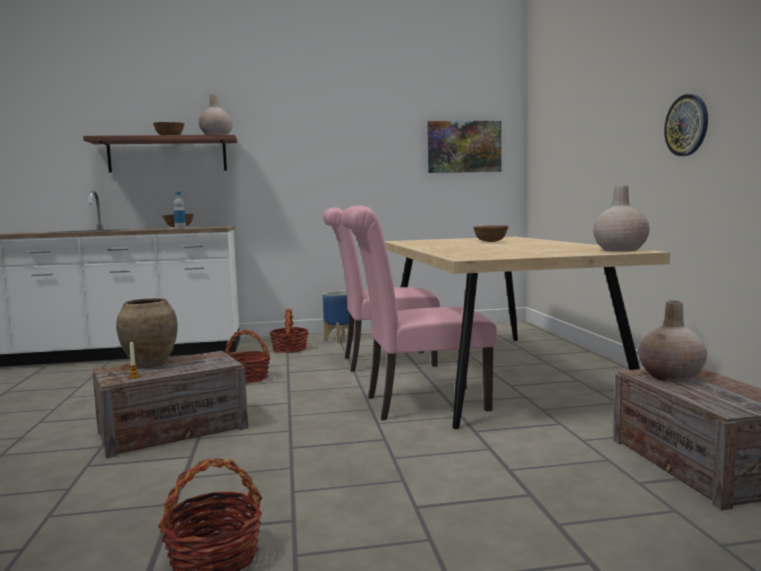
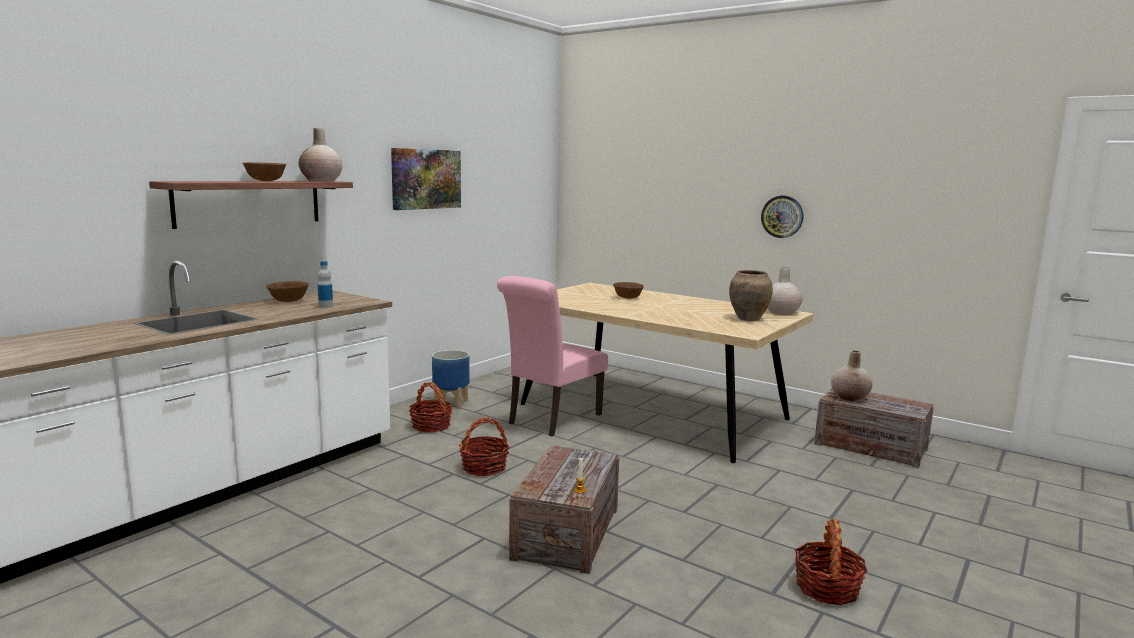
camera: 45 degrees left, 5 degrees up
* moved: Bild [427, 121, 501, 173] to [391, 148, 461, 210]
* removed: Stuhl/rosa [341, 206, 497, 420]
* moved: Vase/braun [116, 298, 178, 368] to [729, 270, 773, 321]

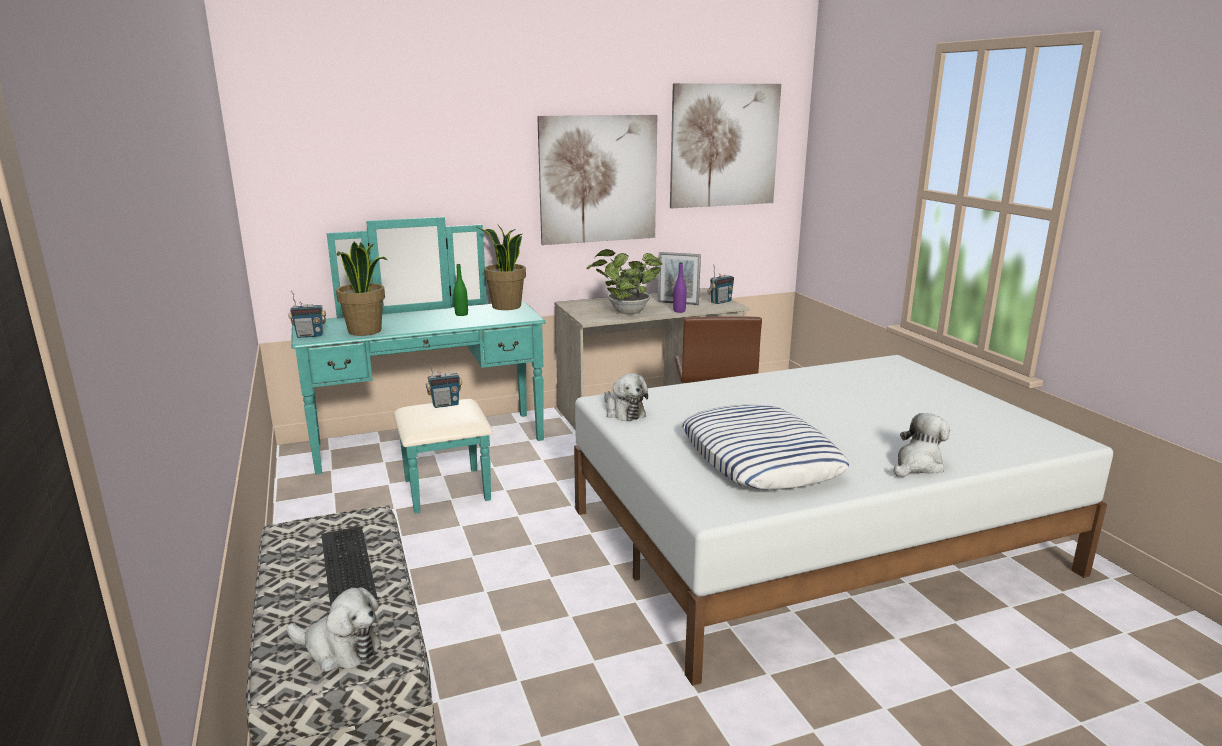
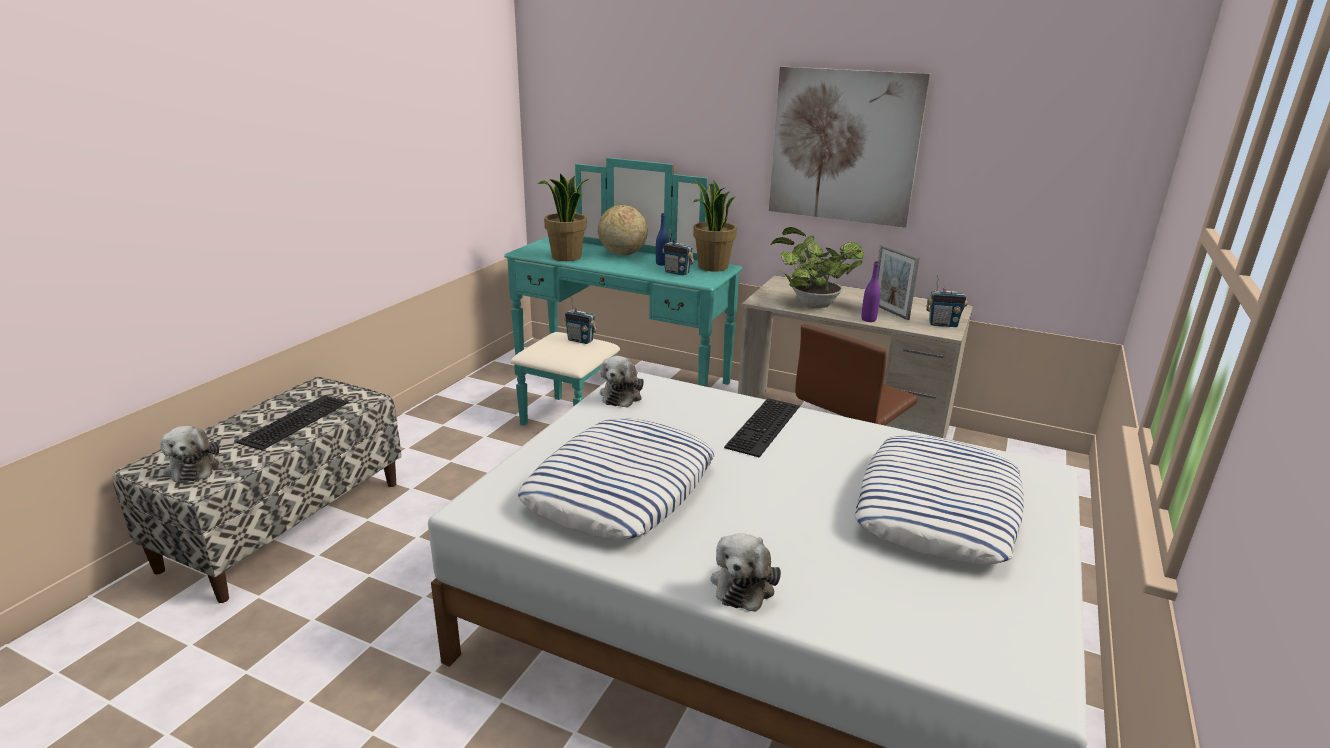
camera: 45 degrees right, 5 degrees up
* removed: Bild [670, 83, 781, 208]
* recoloured: Flasche/grün [454, 264, 468, 316] to Flasche/blau [656, 213, 669, 265]
* moved: Radio [288, 291, 326, 338] to [662, 228, 694, 276]
* turned: Plüschtier [894, 413, 950, 477] = [711, 533, 781, 612] 105 degrees clockwise
* added: Globus [598, 205, 648, 256]
* added: Tastatur [724, 398, 800, 458]
* added: Kissen [854, 435, 1023, 565]

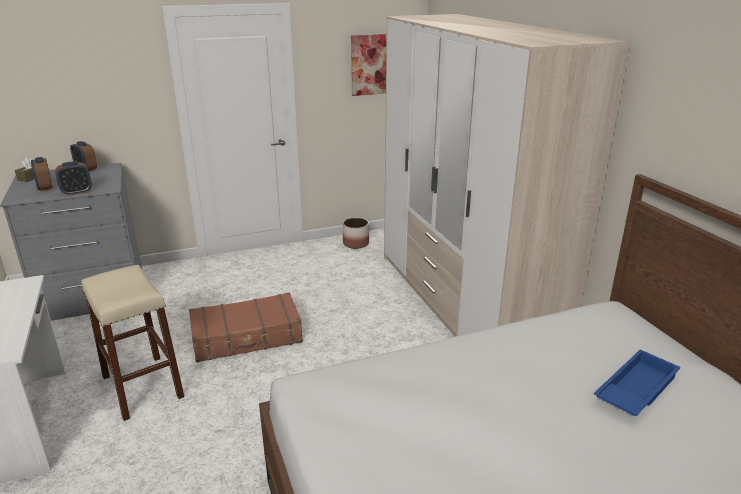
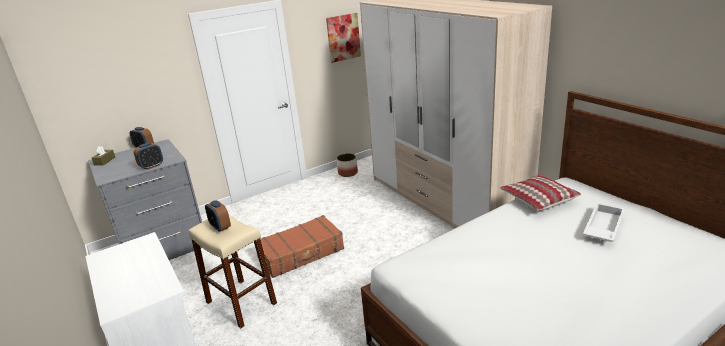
camera: 10 degrees left, 0 degrees up
* moved: Wecker [31, 157, 53, 191] to [205, 200, 231, 232]
* recoloured: Tablett/blau [594, 350, 681, 416] to Tablett/weiß [583, 203, 625, 242]
* added: Kissen [500, 174, 581, 211]

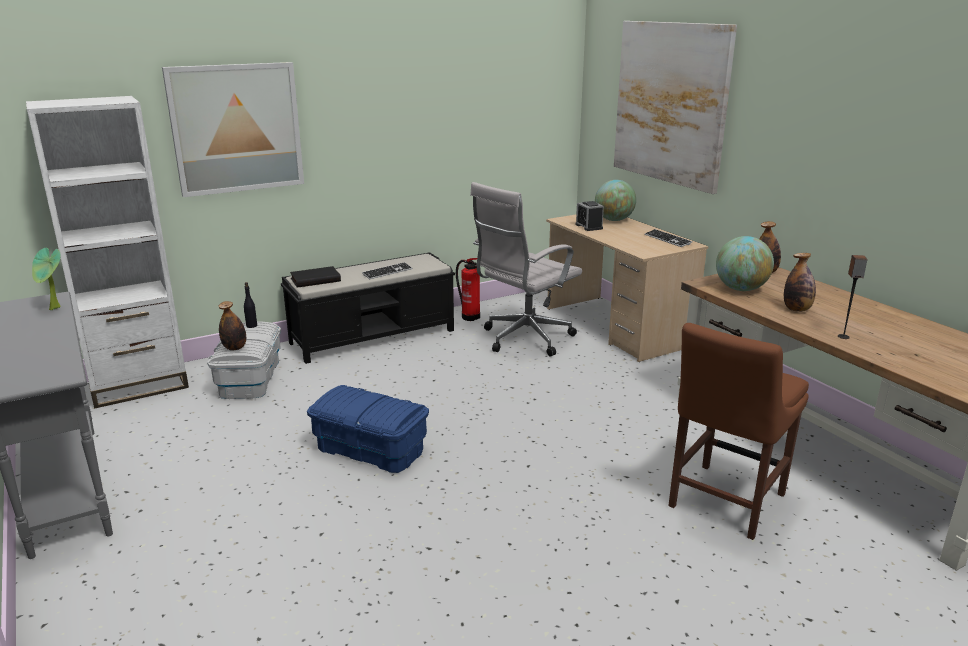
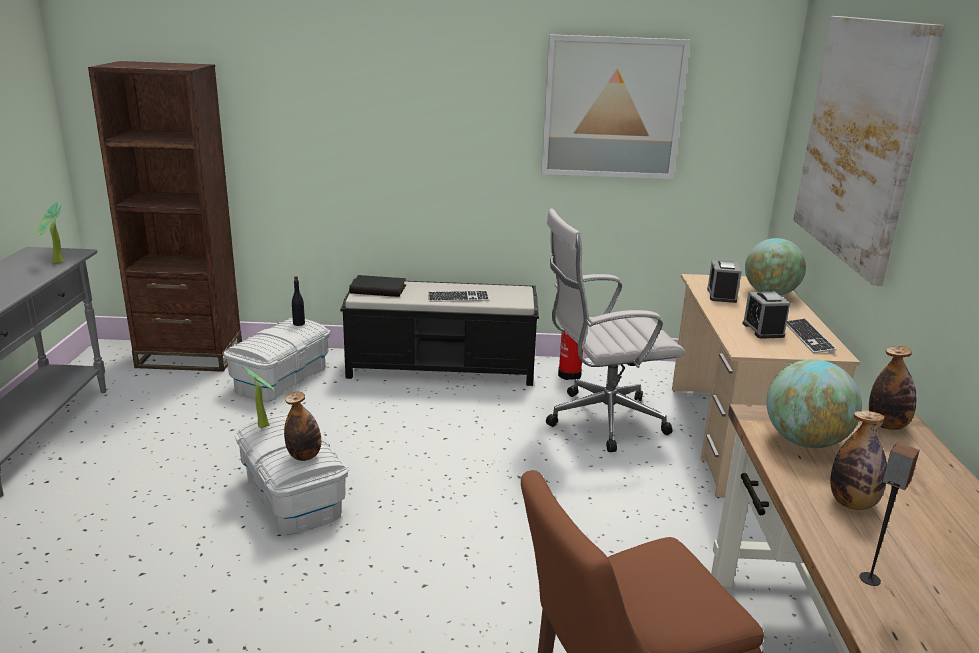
camera: 30 degrees right, 0 degrees up
* moved: Bild [162, 62, 304, 197] to [541, 34, 690, 179]
* recoloured: Bücherregal/weiß [26, 96, 189, 409] to Bücherregal/braun [88, 61, 242, 372]
* moved: Flasche [219, 301, 246, 350] to [284, 392, 321, 461]
* recoloured: Aufbewahrungsbox/blau [307, 385, 429, 473] to Aufbewahrungsbox/weiß [235, 413, 348, 535]
* added: Wecker [742, 292, 790, 339]
* added: Topfpflanze [243, 366, 276, 428]

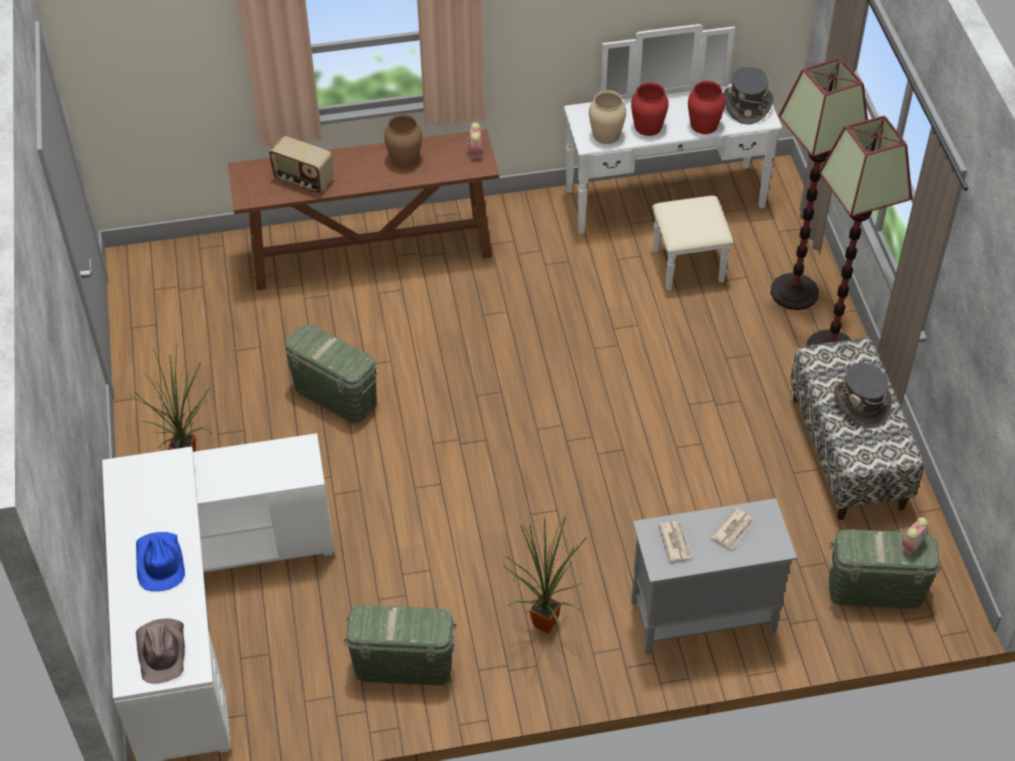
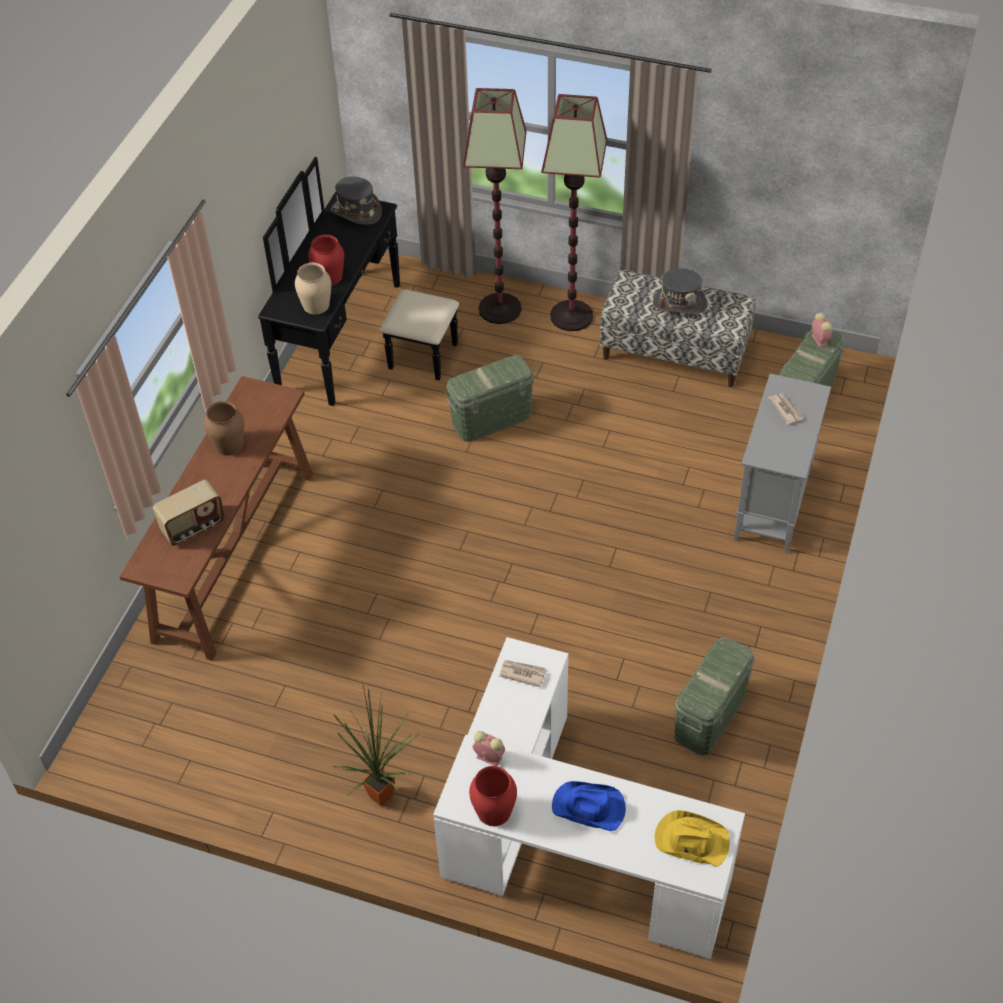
camera: 60 degrees left, 0 degrees up
* recoloured: Kommode/weiß [564, 24, 782, 290] to Kommode/schwarz [258, 157, 459, 406]
* moved: Vase/rot [688, 81, 725, 134] to [469, 766, 517, 826]
* moved: Wecker [467, 122, 482, 159] to [473, 731, 505, 766]
* moved: Aufbewahrungsbox/grün [285, 324, 377, 424] to [445, 355, 535, 442]
* removed: Topfpflanze [504, 516, 587, 634]
* moved: Zeitung [658, 521, 693, 562] to [499, 660, 547, 687]
* recoloured: Hut/braun [136, 618, 185, 684] to Hut/gelb [654, 810, 730, 867]

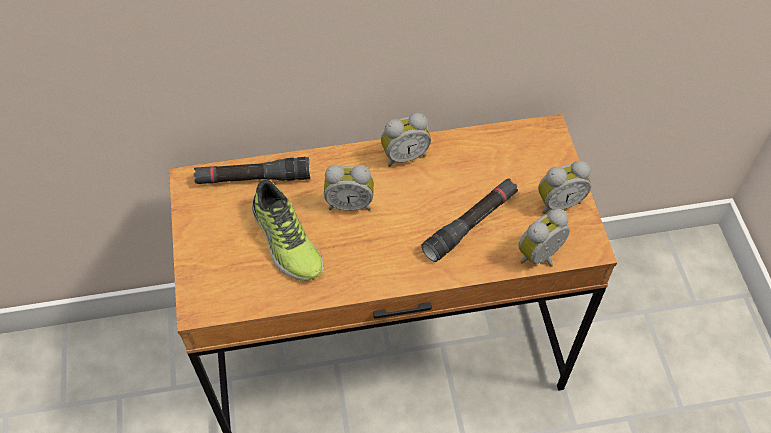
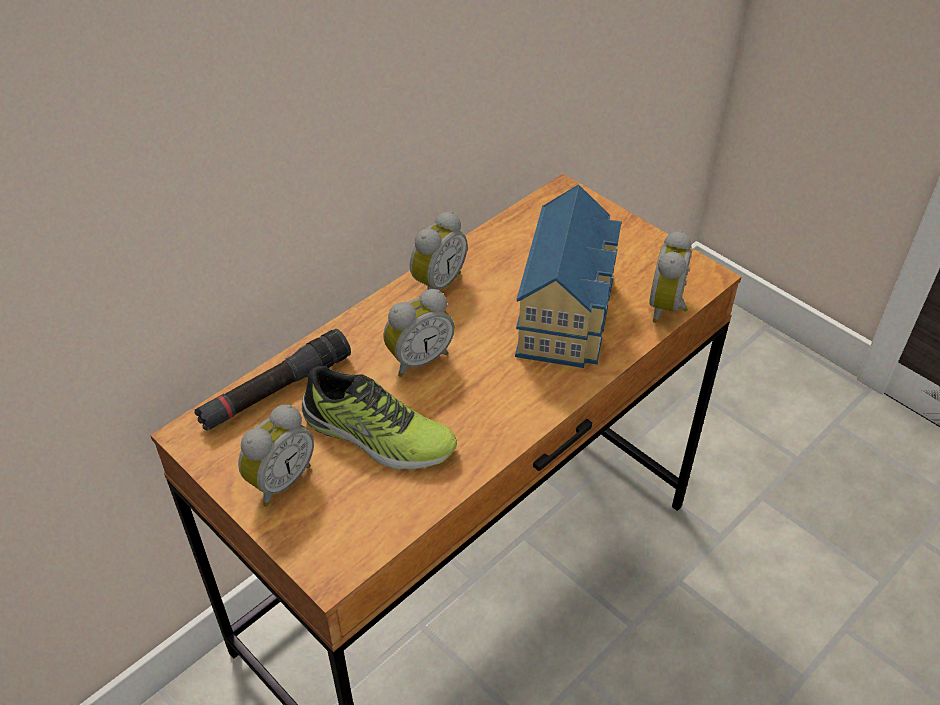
camera: 35 degrees left, 10 degrees down
* moved: Wecker [538, 160, 591, 214] to [238, 405, 314, 507]
* replaced: Taschenlampe/schwarz [421, 178, 518, 262] to Spielzeughaus [515, 184, 622, 368]

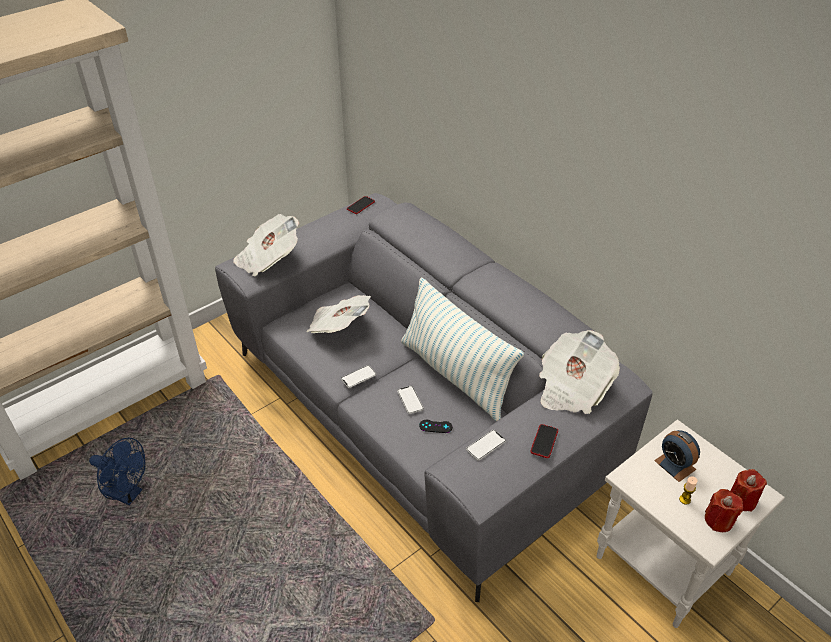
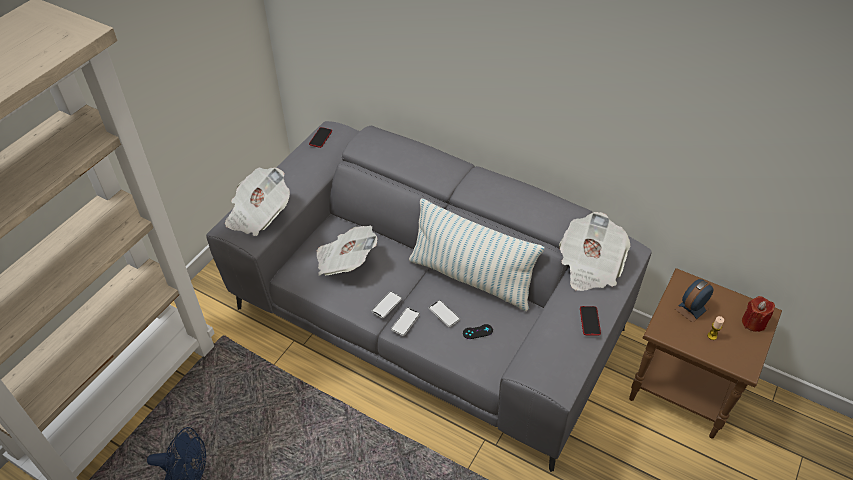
camera: 20 degrees left, 5 degrees up
* recoloured: Beistelltisch/weiß [597, 420, 785, 628] to Beistelltisch/braun [629, 268, 782, 438]
* moved: Handy [466, 430, 506, 460] to [391, 307, 420, 336]
* turned: Wecker [654, 430, 700, 482] = [675, 279, 714, 323] 105 degrees clockwise
* removed: Kerze/rot [705, 489, 743, 532]

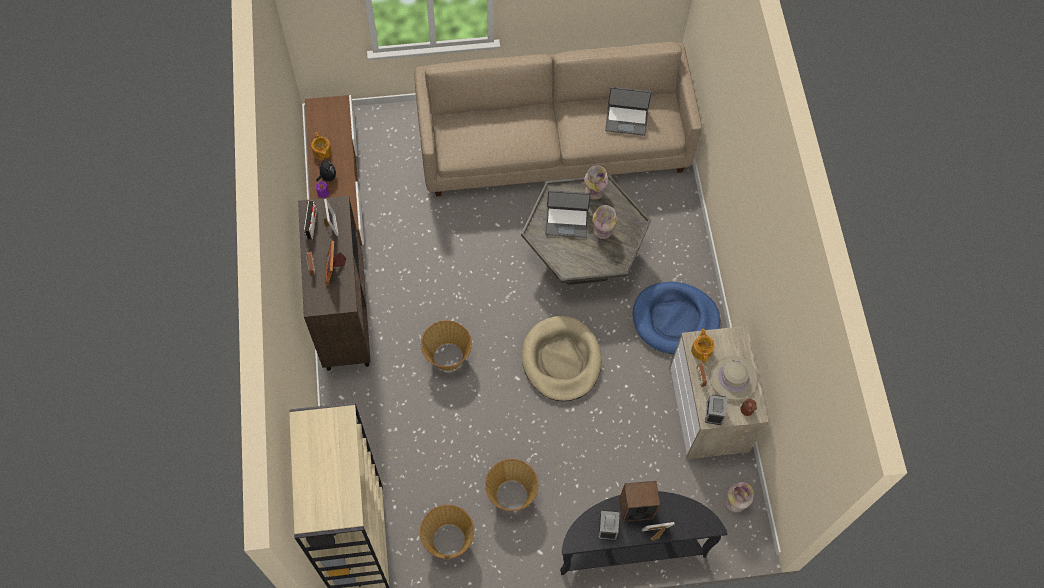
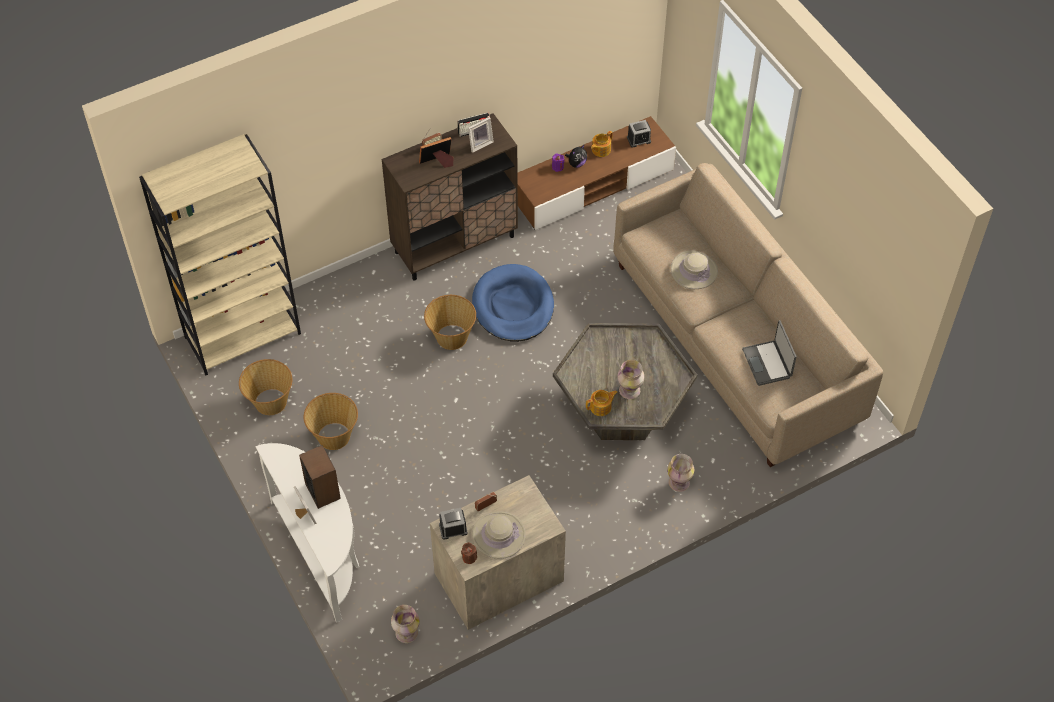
camera: 70 degrees right, 10 degrees down
* moved: Vase [584, 165, 608, 200] to [667, 454, 694, 492]
* removed: Laptop [545, 190, 591, 238]
* moved: Hundebett/blau [633, 282, 720, 354] to [472, 264, 554, 342]
* removed: Hundebett/beige [522, 316, 602, 401]
* moved: Teekanne [691, 328, 715, 362] to [586, 390, 618, 416]
* recoloured: Konsolentisch/schwarz [560, 491, 727, 575] to Konsolentisch/weiß [256, 443, 359, 623]
* moved: Wecker [598, 510, 619, 540] to [627, 120, 651, 148]
* added: Hut/beige [671, 250, 718, 289]

